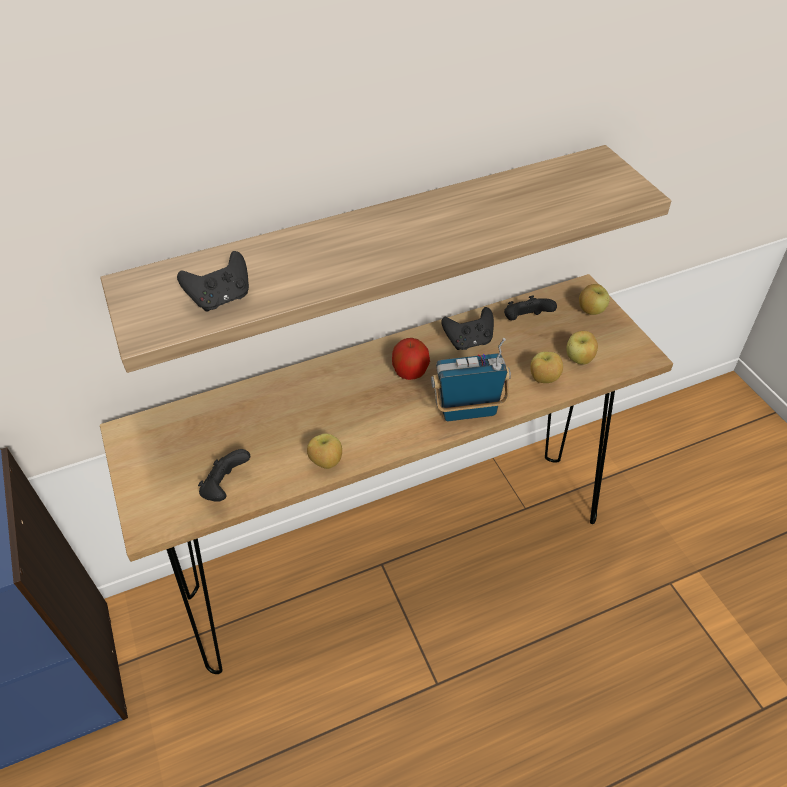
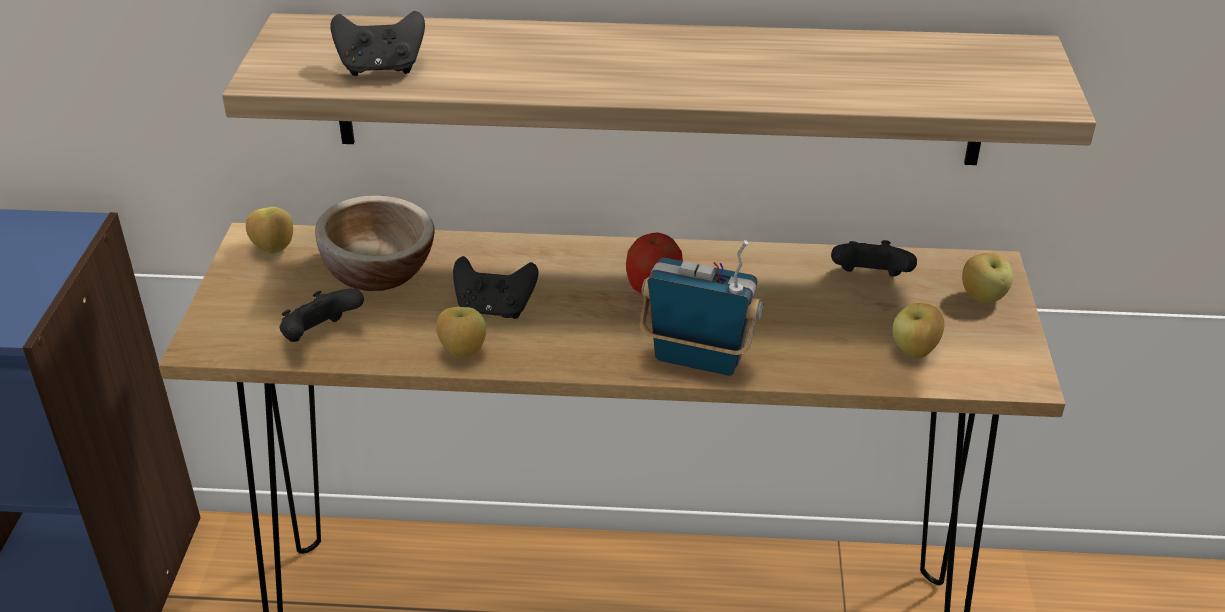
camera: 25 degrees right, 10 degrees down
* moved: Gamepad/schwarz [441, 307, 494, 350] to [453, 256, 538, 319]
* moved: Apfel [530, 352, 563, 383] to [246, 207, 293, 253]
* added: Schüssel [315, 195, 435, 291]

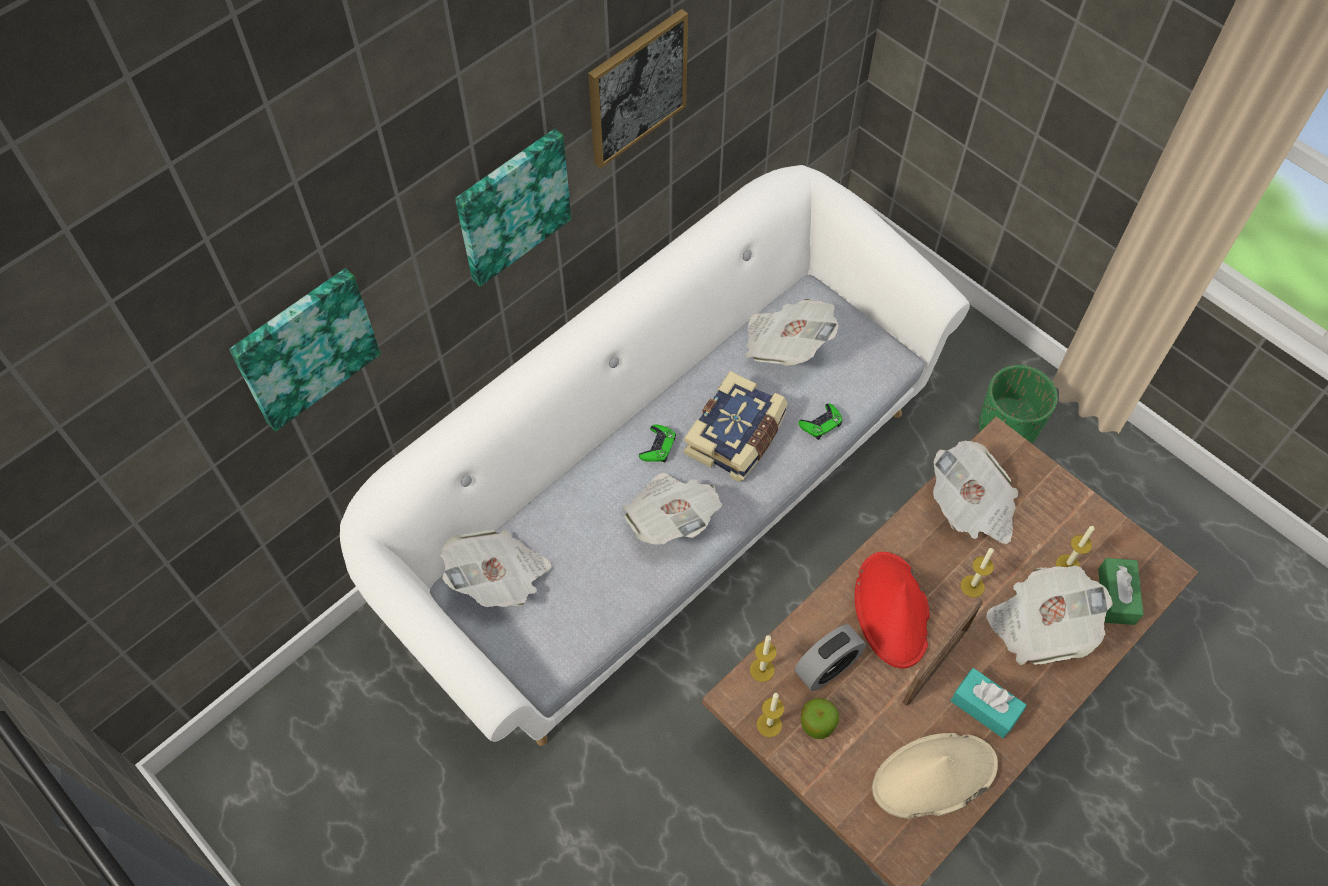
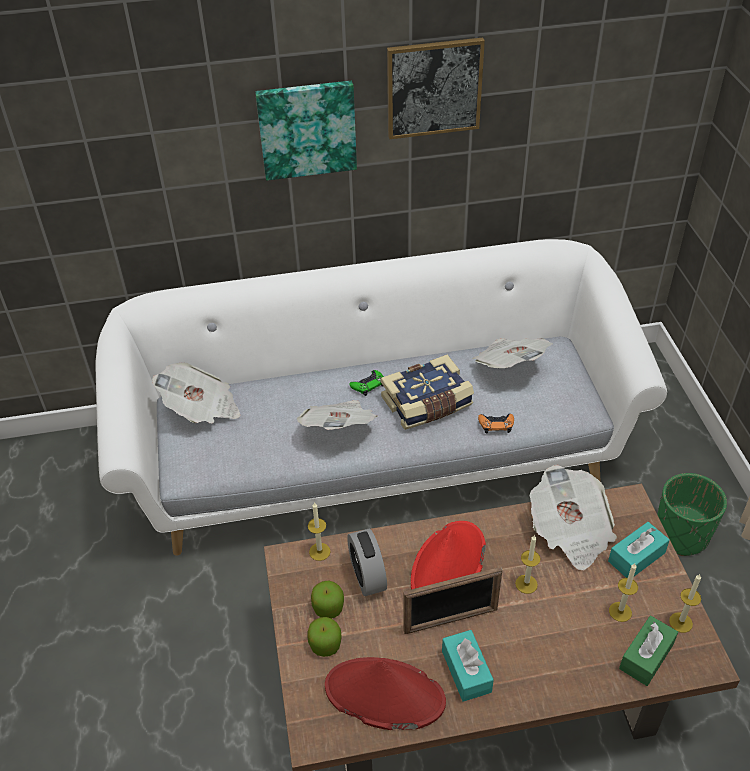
camera: 35 degrees right, 15 degrees down
* removed: Bild [229, 268, 381, 432]
* recoloured: Gamepad/grün [799, 403, 843, 440] to Gamepad/orange [478, 413, 514, 433]
* removed: Zeitung [986, 566, 1113, 665]
* turned: Wecker [795, 624, 866, 691] = [347, 529, 387, 596] 75 degrees clockwise
* moved: Kerze [757, 693, 784, 737] to [669, 574, 701, 633]
* recoloured: Hut/beige [872, 733, 998, 819] to Hut/rot [325, 657, 446, 730]
* added: Taschentuchbox/türkis [608, 522, 670, 578]
* added: Apfel [307, 617, 341, 657]

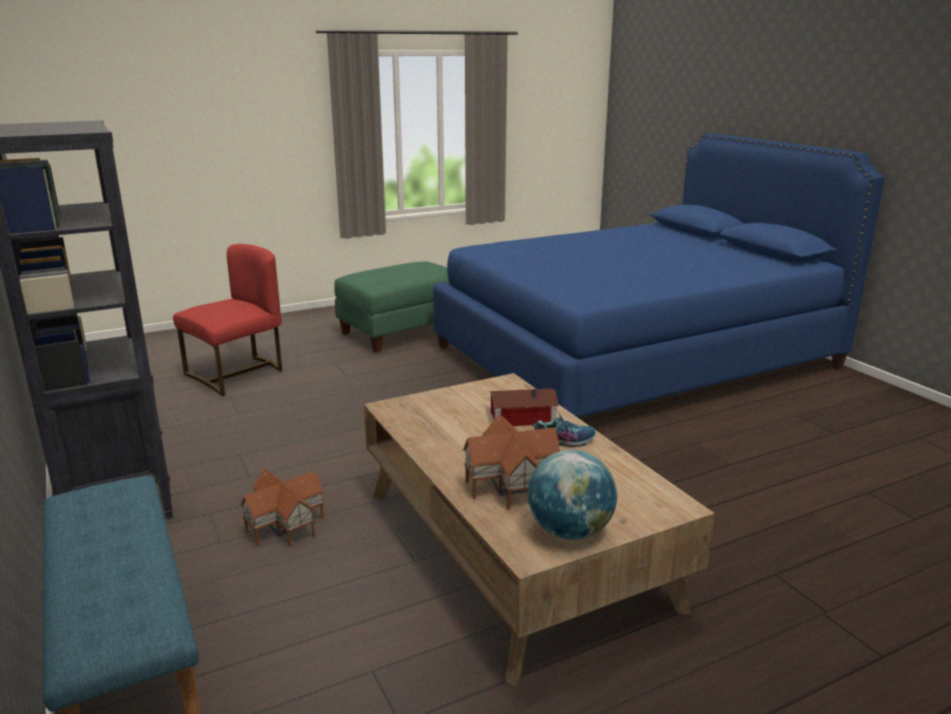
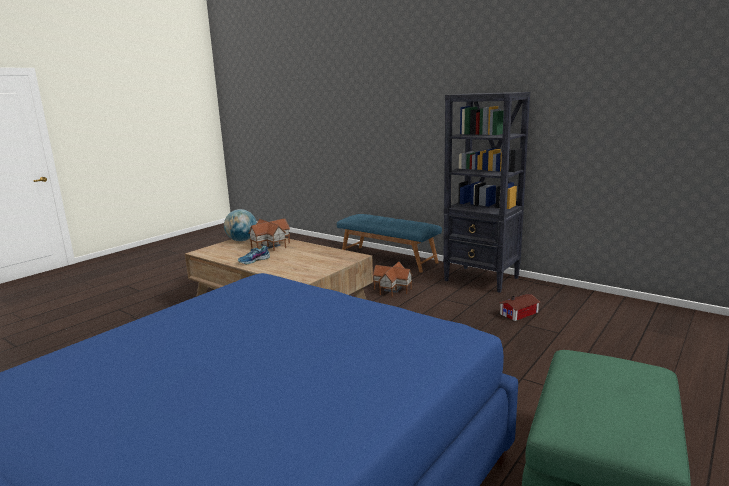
camera: 155 degrees right, 5 degrees down
* removed: Stuhl/rot [173, 244, 282, 396]
* moved: Spielzeughaus [489, 389, 559, 426] to [500, 295, 540, 321]

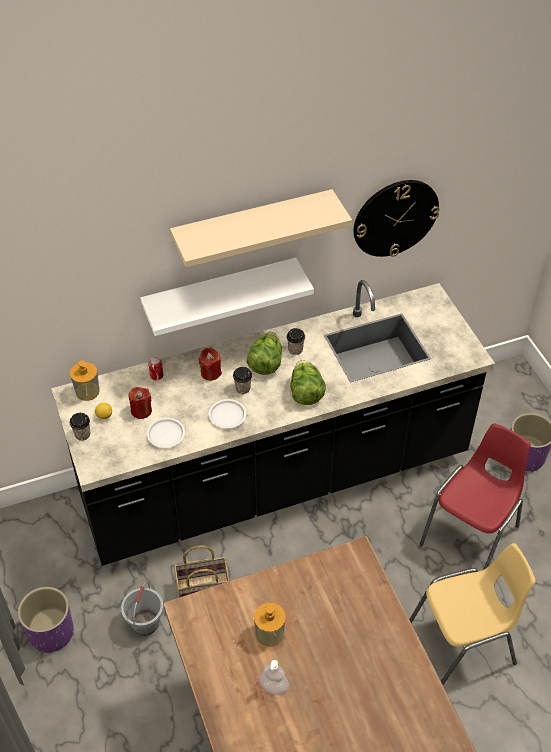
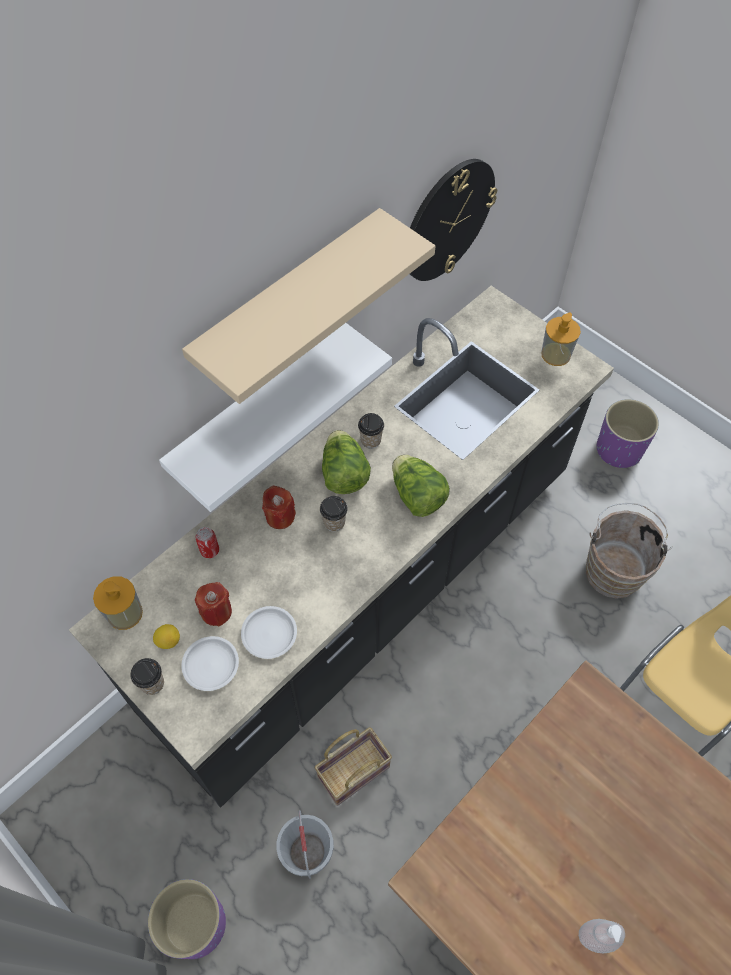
camera: 25 degrees left, 10 degrees up
* moved: Teller/weiß [209, 399, 246, 428] to [181, 636, 239, 691]
* replaced: Stuhl/rot [419, 423, 530, 570] to Eimer/braun [586, 503, 673, 599]
* moved: Seifenspender [254, 603, 286, 646] to [541, 312, 581, 366]

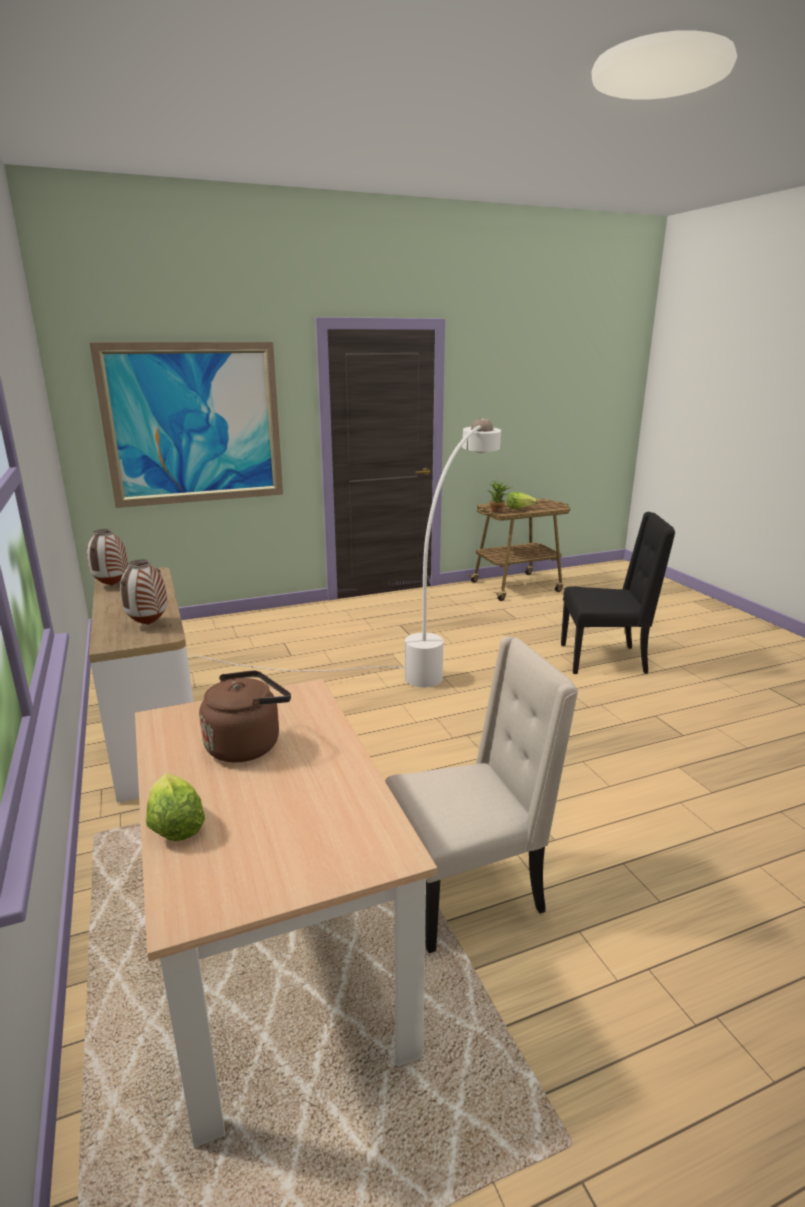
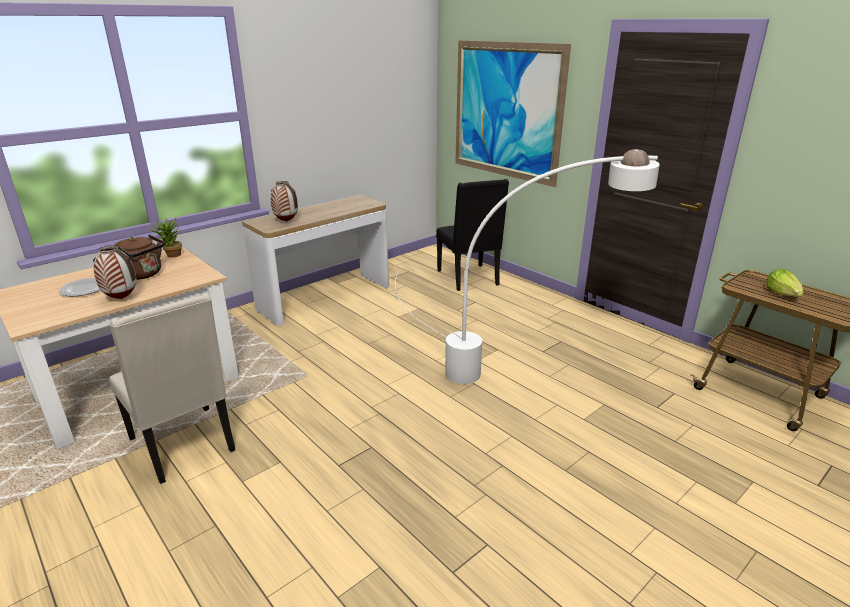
camera: 70 degrees right, 5 degrees up
* moved: Topfpflanze [488, 479, 513, 512] to [149, 218, 182, 258]
* moved: Stuhl/schwarz [561, 512, 676, 674] to [436, 179, 509, 291]
* moved: Vase [87, 529, 128, 586] to [93, 245, 137, 299]
* removed: Salatkopf [146, 773, 205, 841]
* added: Teller [59, 278, 100, 296]

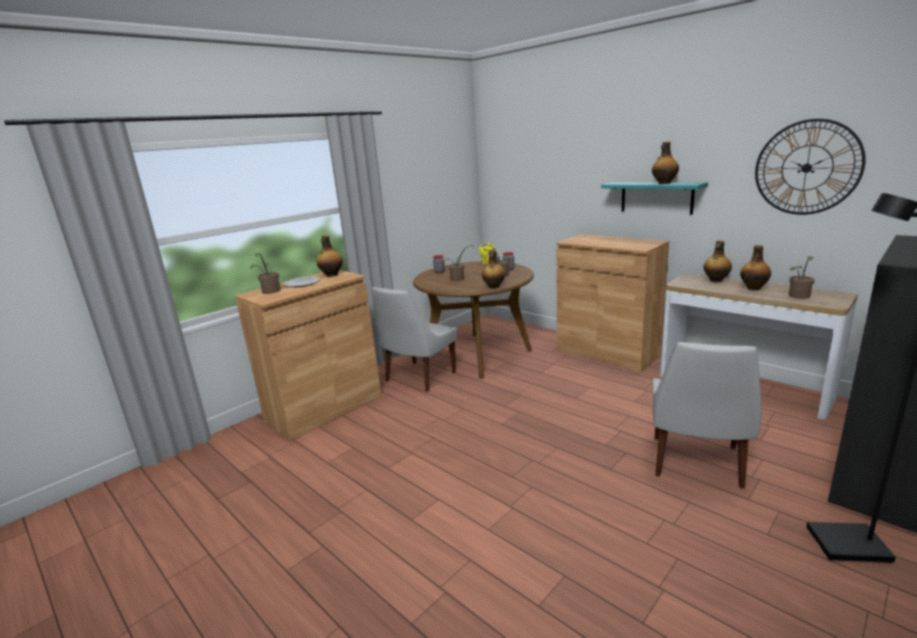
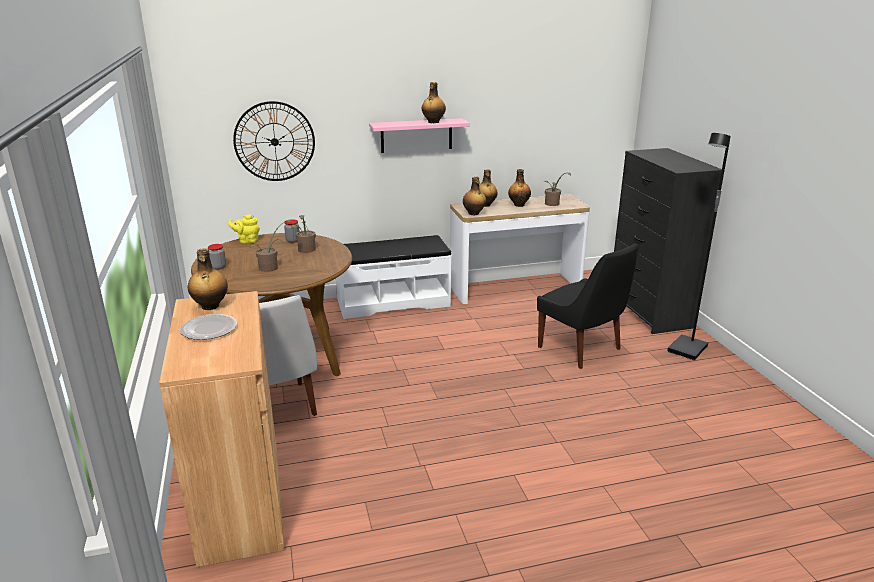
camera: 60 degrees left, 5 degrees up
* moved: Wanduhr [755, 119, 866, 215] to [233, 101, 315, 181]
* recoloured: Wandregal/türkis [601, 182, 708, 215] to Wandregal/rosa [369, 118, 470, 153]
* replaced: Schrank/braun [556, 234, 669, 372] to Bank/weiß [336, 235, 452, 319]
* moved: Flasche [482, 250, 505, 289] to [463, 177, 486, 215]
* removed: Topfpflanze [250, 253, 281, 294]
* recoloured: Stuhl/weiß [653, 342, 762, 489] to Stuhl/schwarz [537, 243, 639, 369]

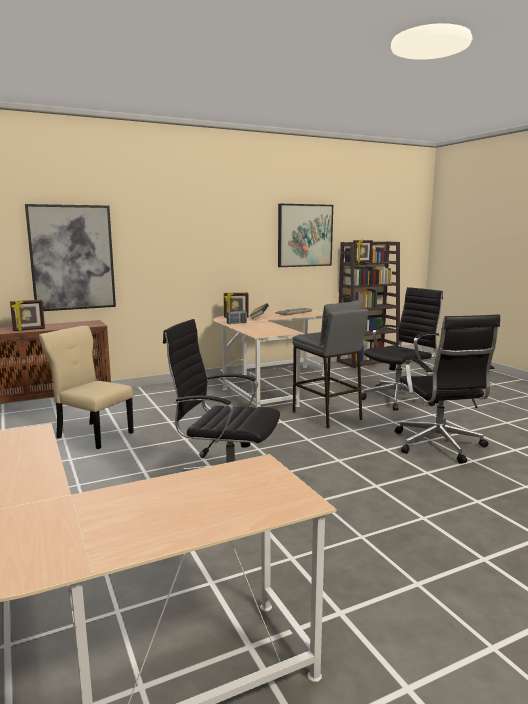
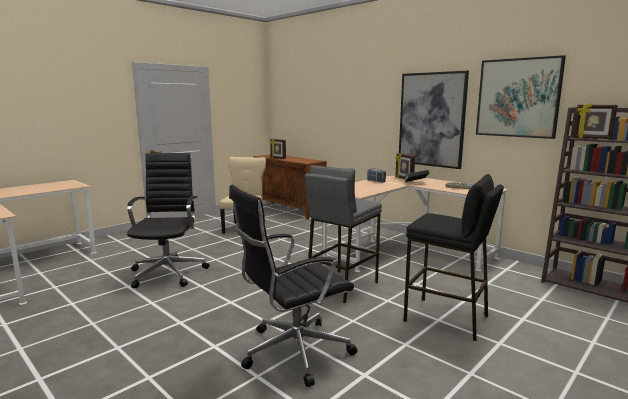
camera: 70 degrees right, 0 degrees up
* moved: Bild [25, 204, 116, 311] to [399, 71, 469, 169]
* replaced: Bürostuhl/schwarz [362, 287, 443, 411] to Hocker/schwarz [404, 174, 504, 341]

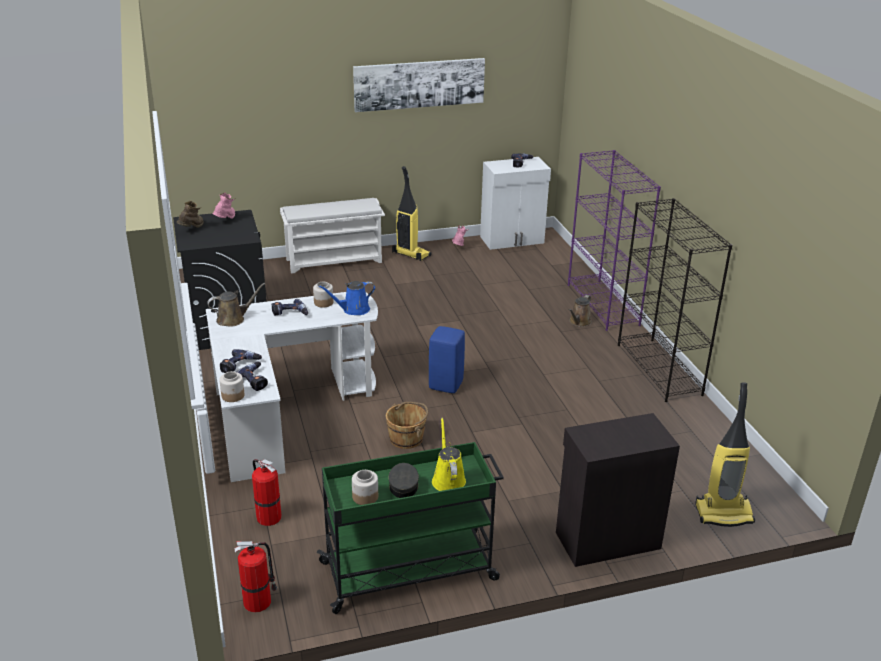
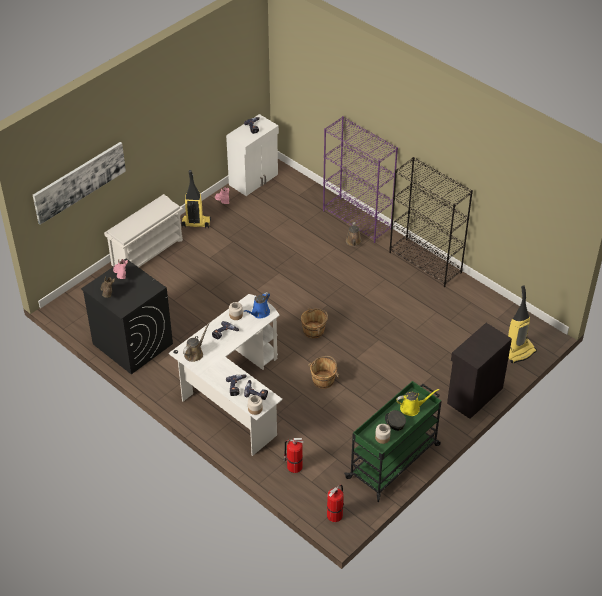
camera: 30 degrees left, 15 degrees up
* moved: Bild [353, 58, 485, 112] to [33, 142, 126, 225]
* replaced: Hocker/blau [429, 326, 465, 393] to Eimer/braun [301, 308, 328, 338]
* turned: Gießkanne/gelb [432, 418, 466, 491] = [396, 389, 439, 416] 120 degrees clockwise

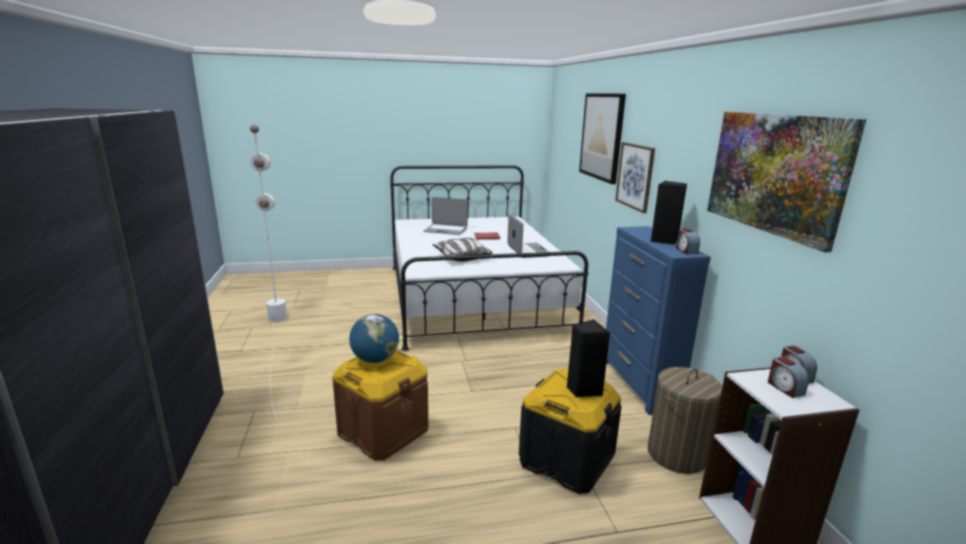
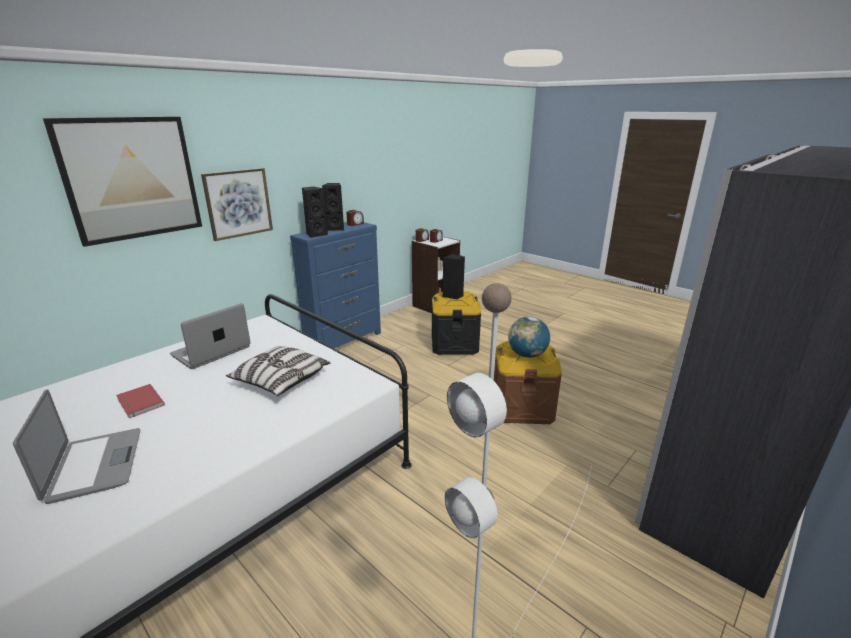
camera: 125 degrees left, 5 degrees up
* removed: Bild [707, 112, 867, 252]
* removed: Wäschekorb [648, 367, 722, 474]
* added: Lautsprecher/schwarz [302, 187, 328, 238]

